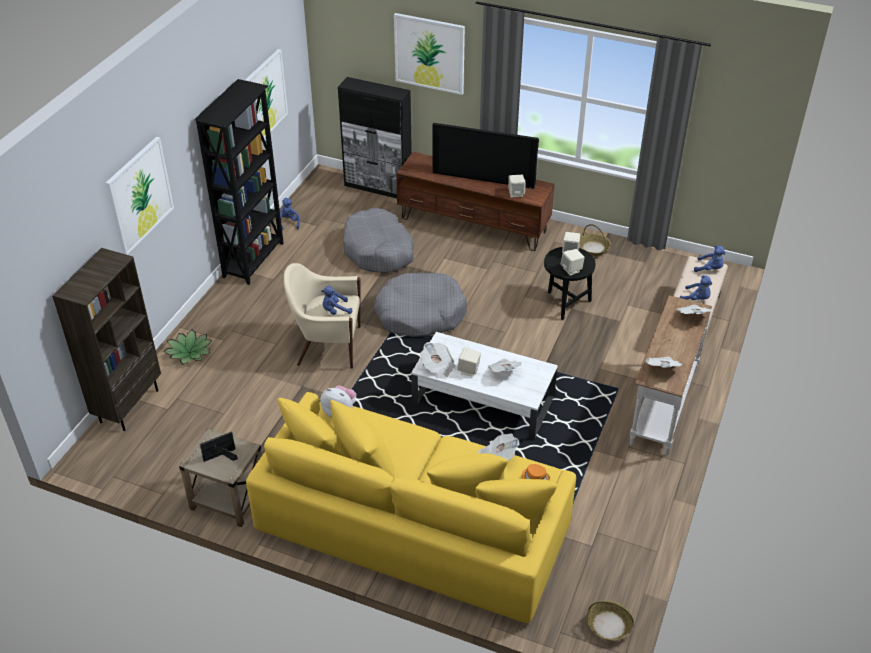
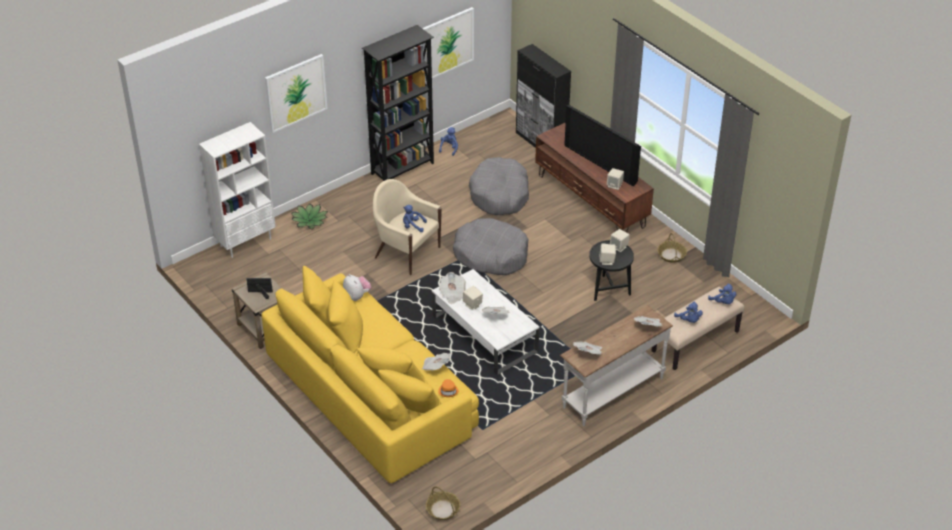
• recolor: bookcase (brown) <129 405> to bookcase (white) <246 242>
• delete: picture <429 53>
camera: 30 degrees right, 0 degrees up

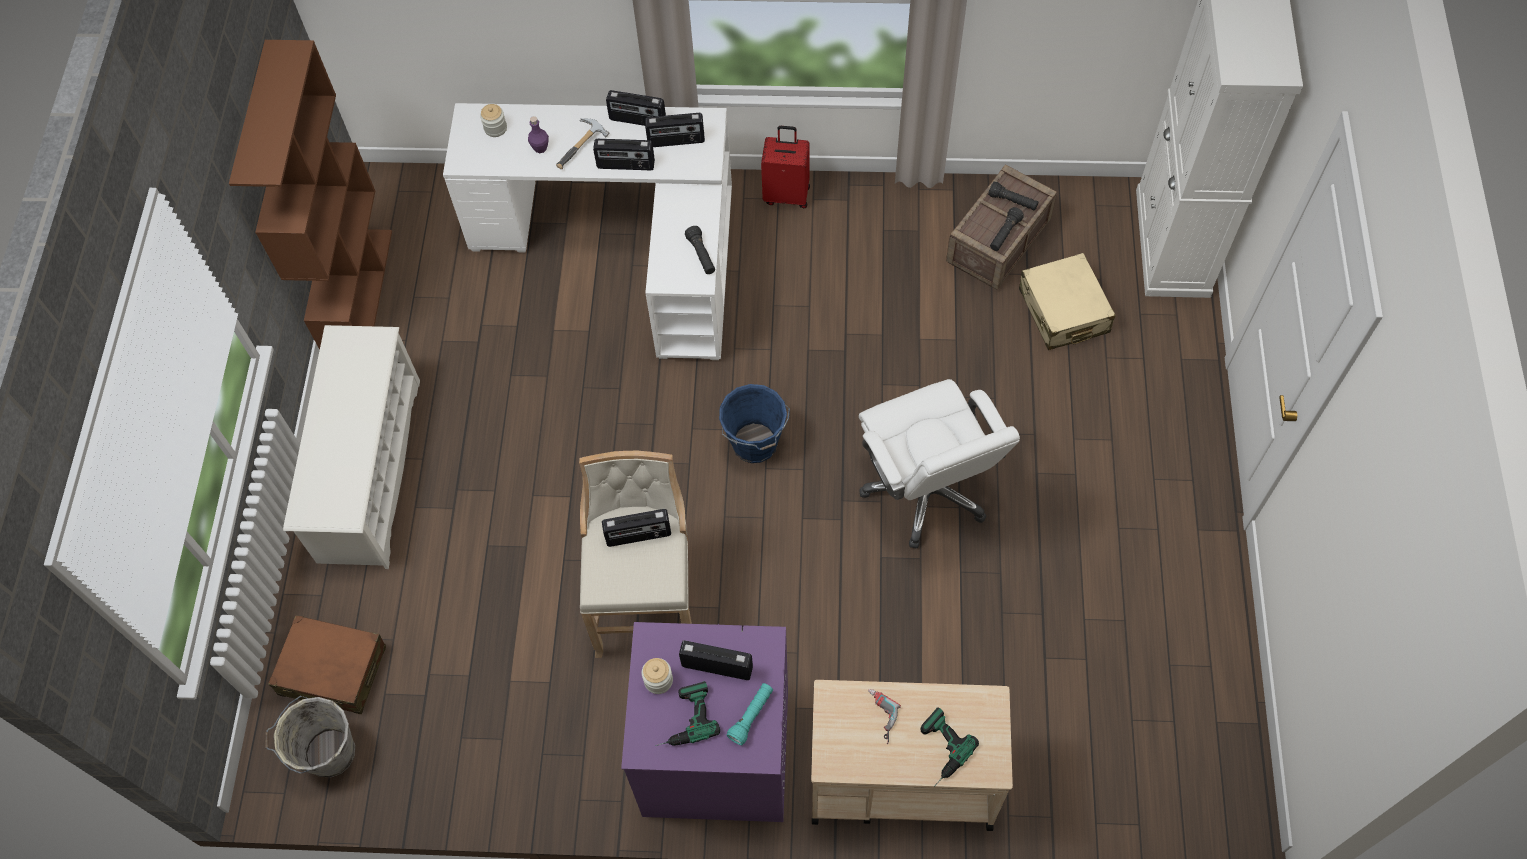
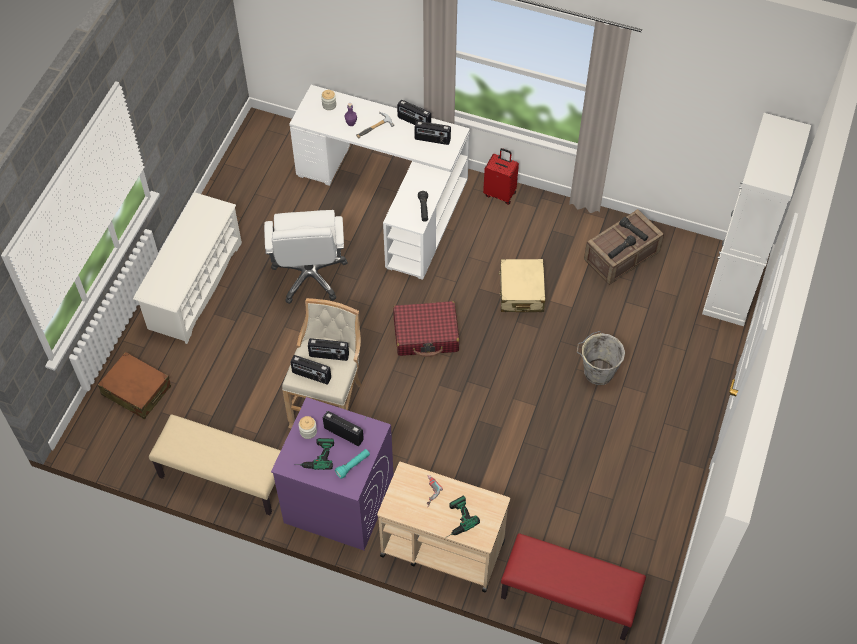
• delete: bookcase (brown) <358 293>
• move: bucket (grey) <328 753> to <597 372>
• move: radio <625 165> to <311 376>
• replace: bucket (blue) <755 445> to suitcase (red) <426 334>
• move: office chair (white) <926 490> to <310 275>
• move: suitcase (beige) <1063 311> to <521 292>
• insert: bench (beige) <223 477>
• insert: bench (red) <568 598>
camera: 15 degrees right, 5 degrees down

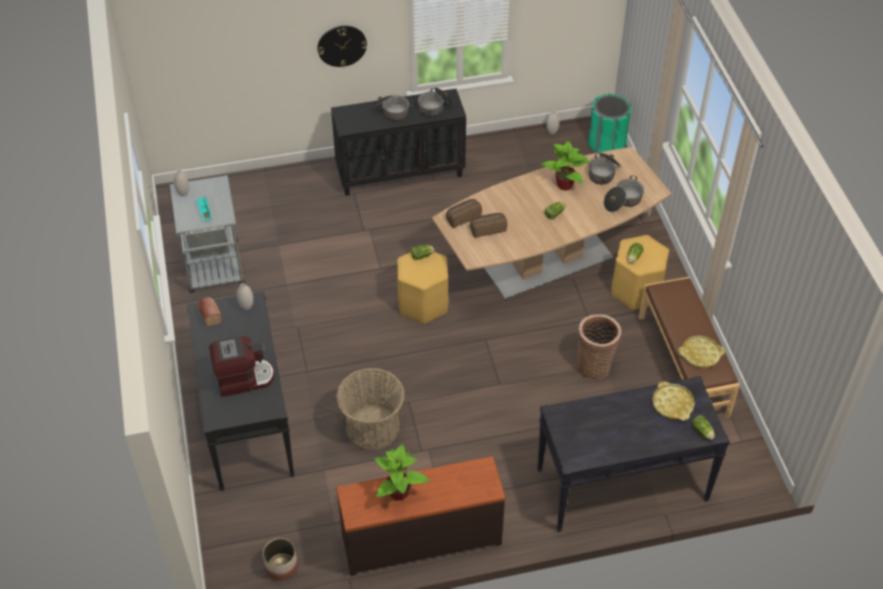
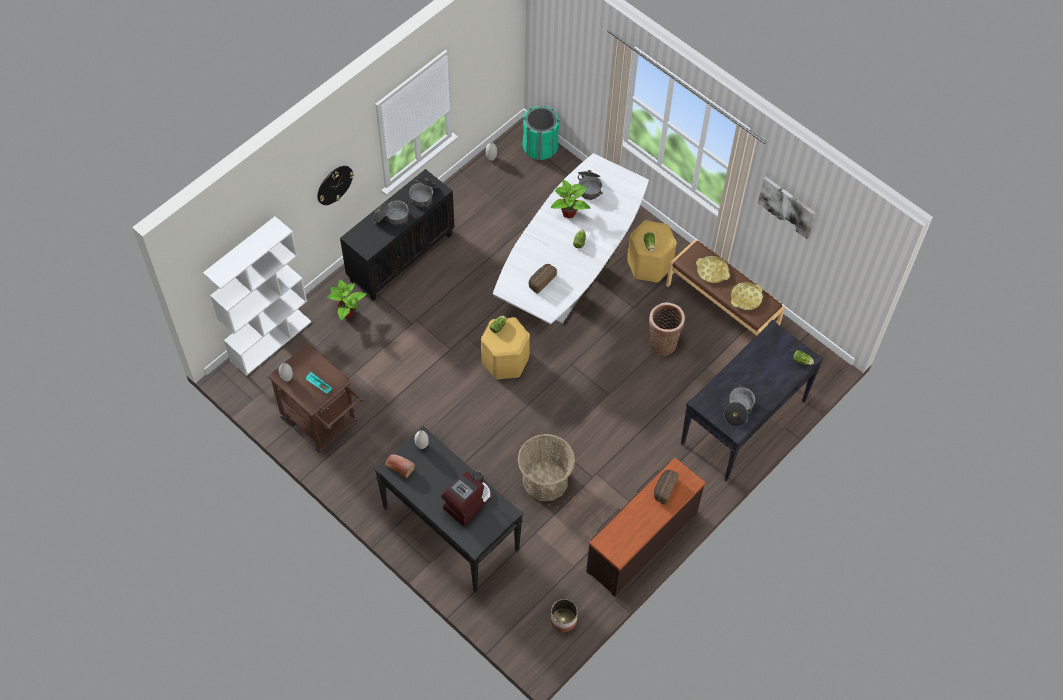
• recolor: cart (grey) <215 271> to cart (brown) <323 423>
• move: potted plant <399 493> to <347 313>
• recolor: dining table (brown) <547 262> to dining table (white) <569 275>
• move: bread <462 217> to <664 489>
• move: cooking pot <623 201> to <738 409>
• move: tray (yellow) <672 404> to <712 271>
• insert: bookcase (white) <271 340>
• insert: picture <787 206>
camera: 35 degrees left, 10 degrees up

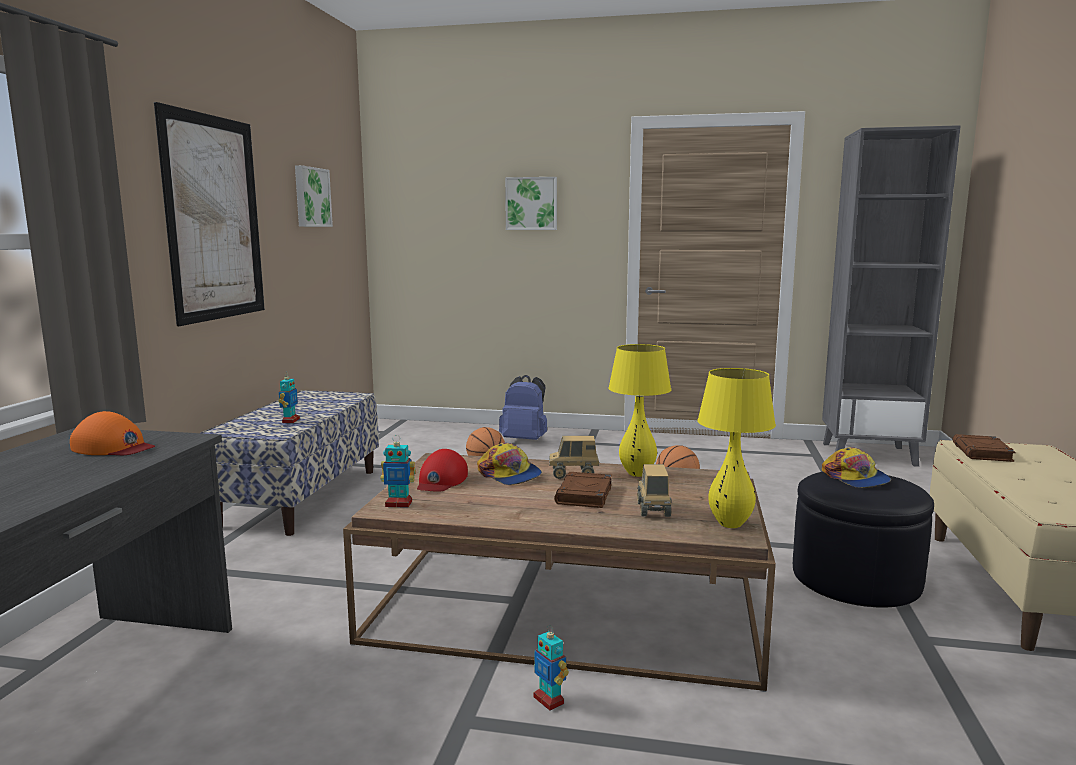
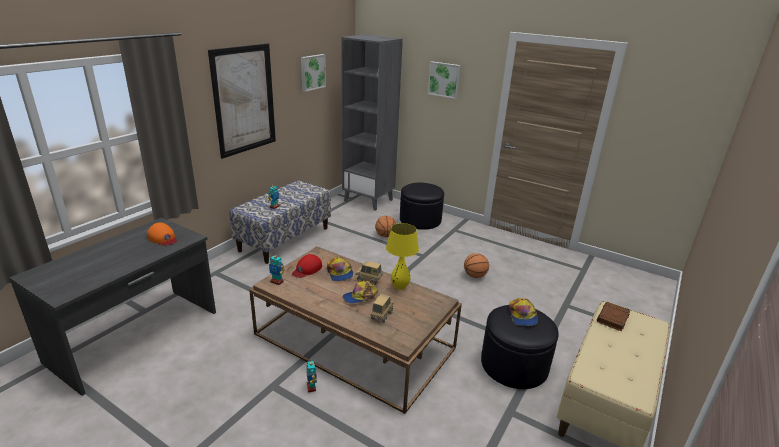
• replace: backpack (blue) <525 440> to ottoman (black) <420 220>
• replace: book (brown) <584 495> to cap <360 297>
• delete: table lamp (yellow) <730 524>
• move: bookcase (grey) <869 454> to <369 200>
camera: 20 degrees right, 15 degrees up

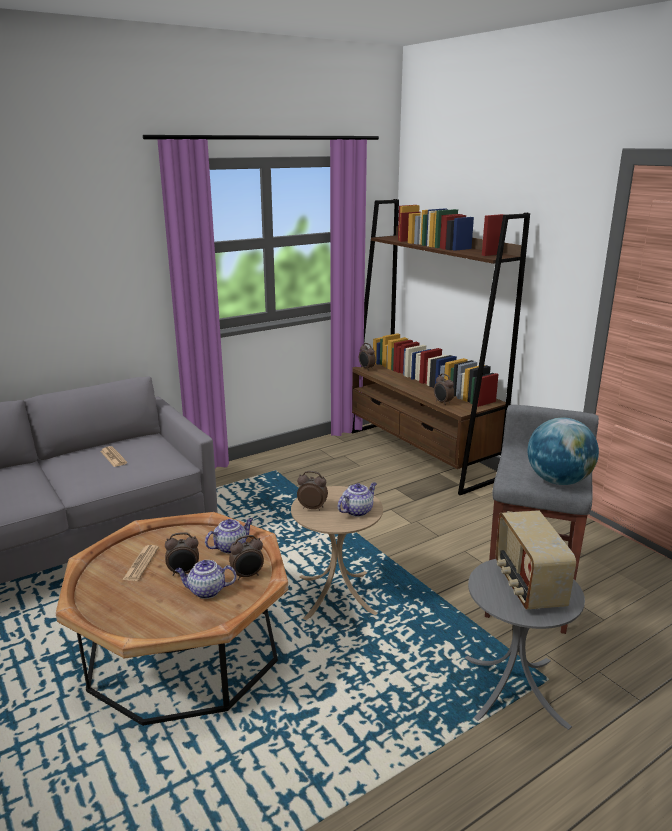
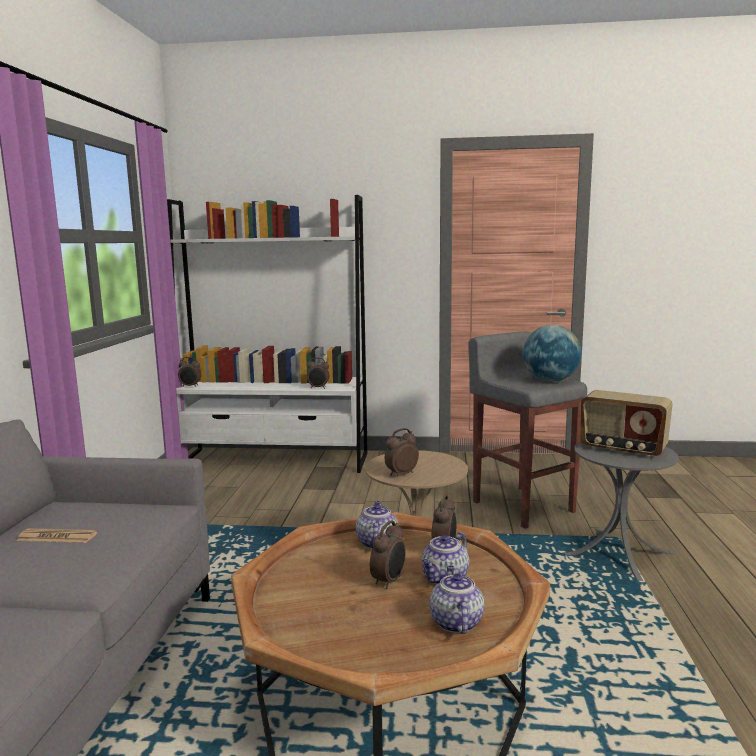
• delete: newspaper <141 563>
• move: teapot <357 511> to <455 622>
• recolor: bookcase (brown) <421 454> to bookcase (white) <275 460>
camera: 50 degrees left, 10 degrees down

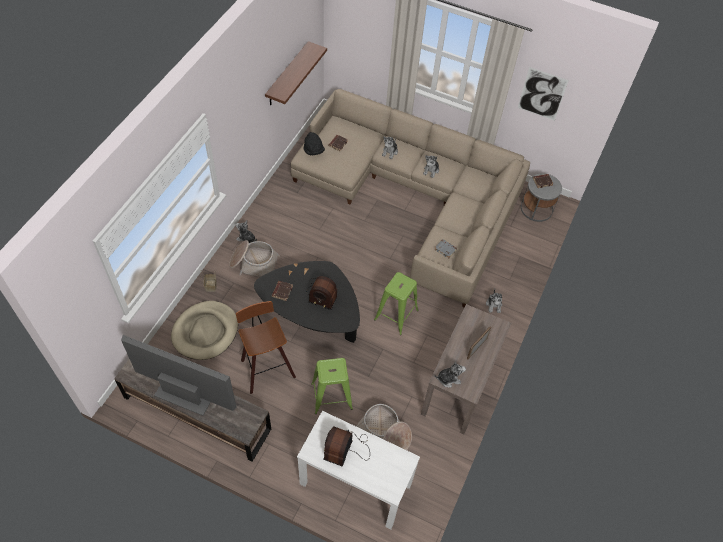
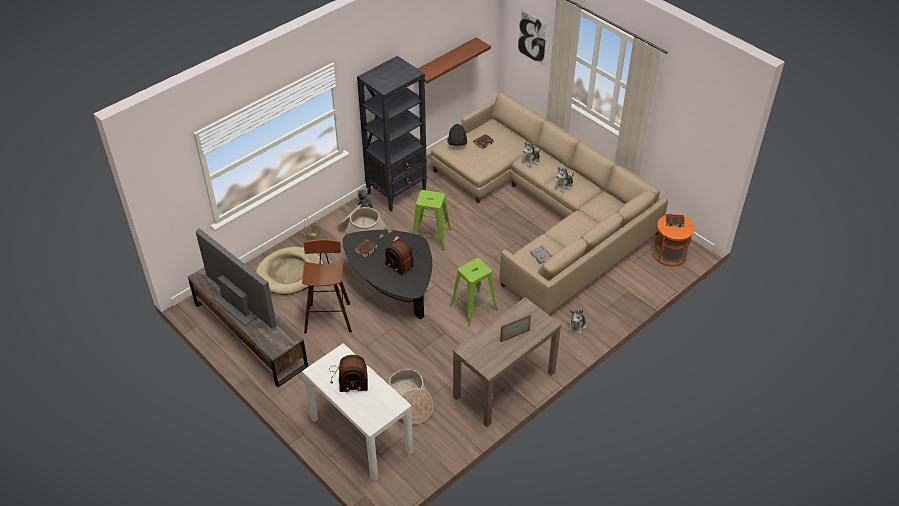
• move: stool (green) <331 396> to <430 236>
• rotate: radio <346 448> = <348 378> 135 degrees counterclockwise
• delete: plush toy <448 378>
• move: picture <542 94> to <532 37>
• recolor: side table (grey) <536 209> to side table (orange) <670 253>
• insert: bookcase (black) <397 191>
camera: 25 degrees right, 10 degrees down

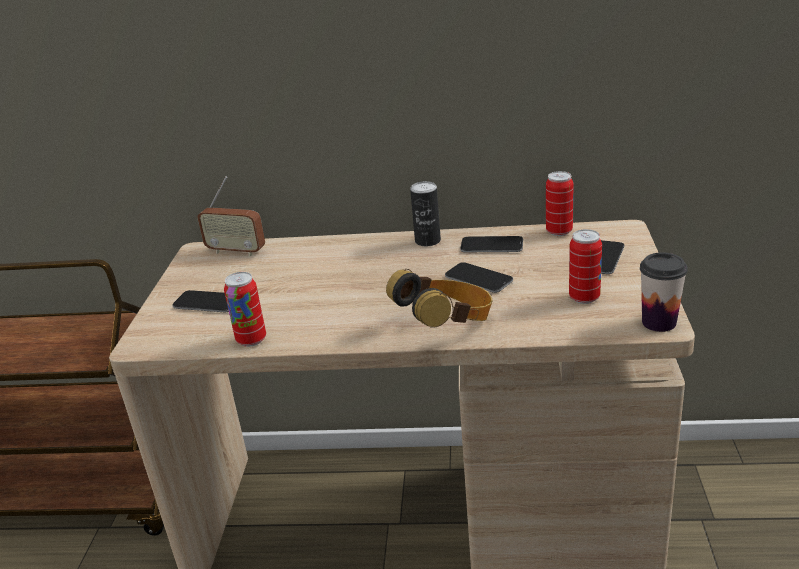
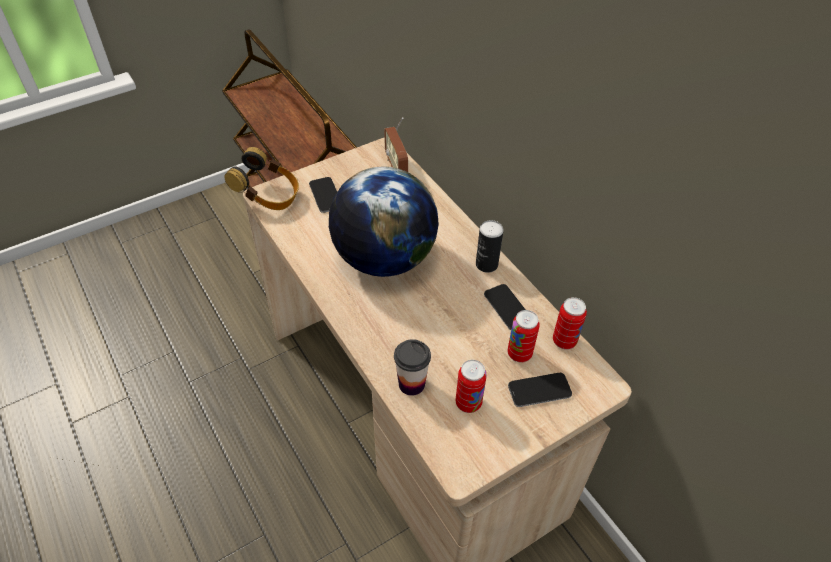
• move: can <251 340> to <519 354>
• move: headphones <446 324> to <268 196>
• delete: phone <478 279>
• move: cup <659 322> to <411 384>
• insert: globe <384 259>
camera: 50 degrees right, 20 degrees up

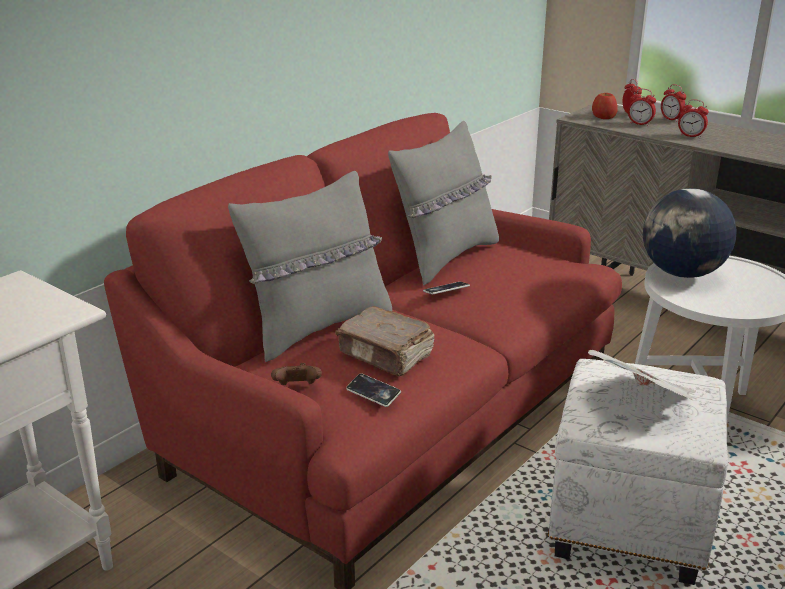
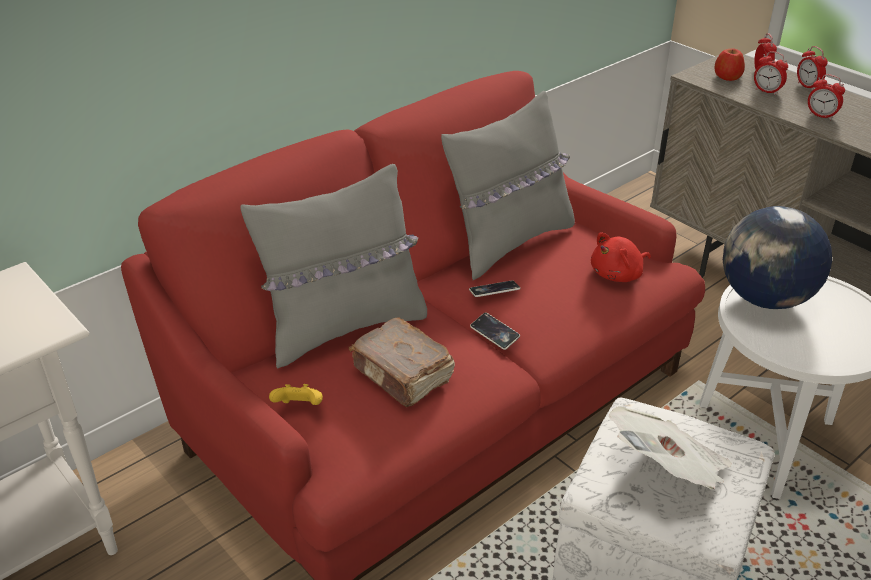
• recolor: game controller (brown) <297 388> to game controller (yellow) <299 408>
• move: phone <373 393> to <494 333>
• insert: plush toy (red) <618 274>
camera: 10 degrees right, 10 degrees up

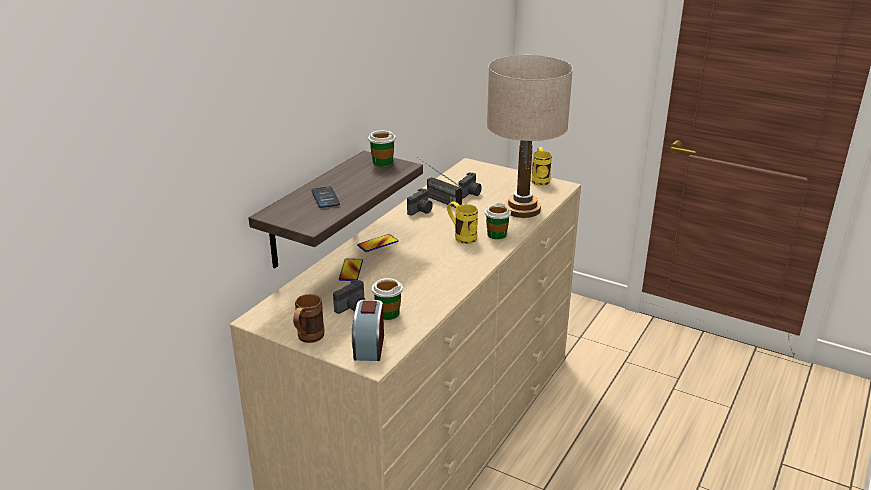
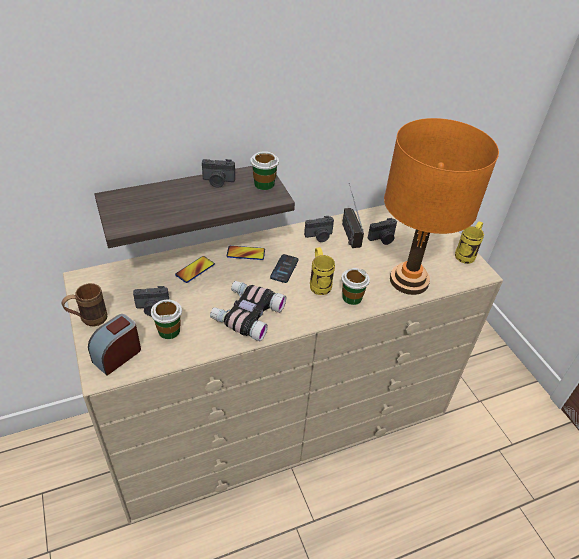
• move: phone <325 198> to <284 269>
• recolor: table lamp (beige) <521 209> to table lamp (orange) <408 280>
• insert: photo camera <218 181>
• insert: binoculars <247 314>
camera: 35 degrees right, 15 degrees up

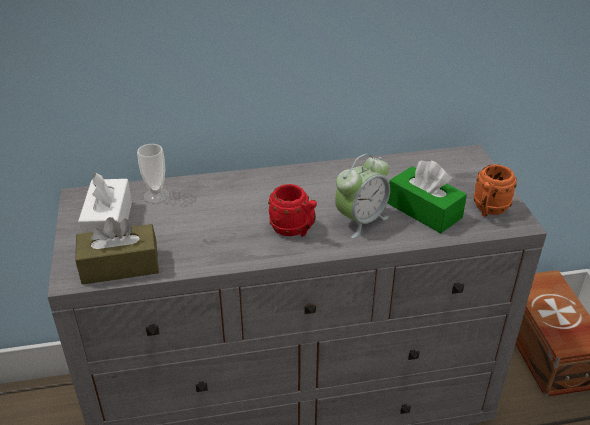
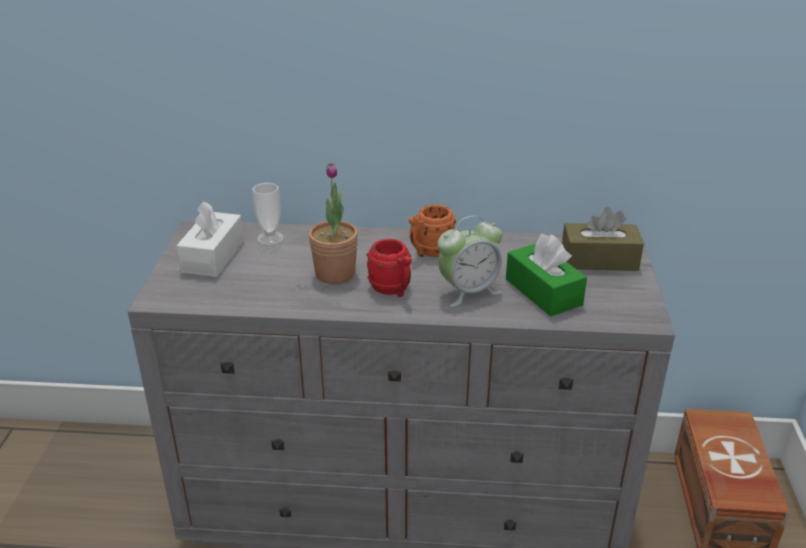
• move: tissue box (brown) <120 266> to <599 260>
• move: mug (orange) <488 210> to <429 252>
• insert: potted plant <335 273>
camera: 15 degrees right, 5 degrees down

